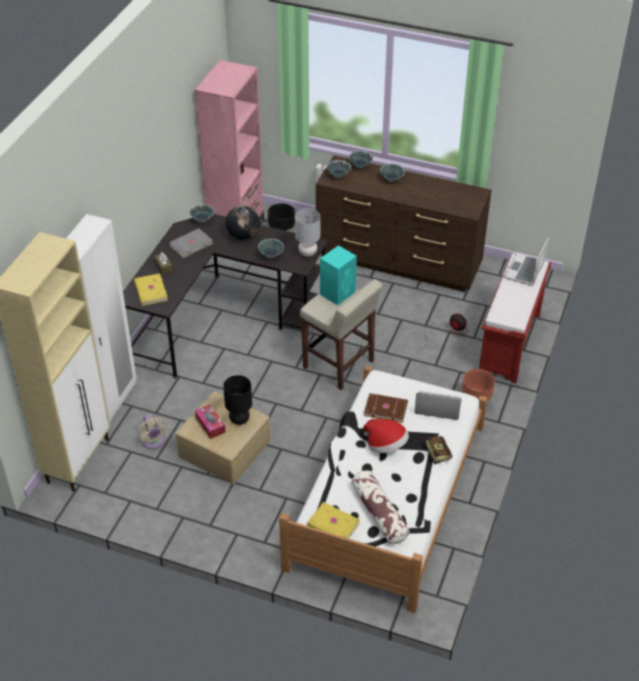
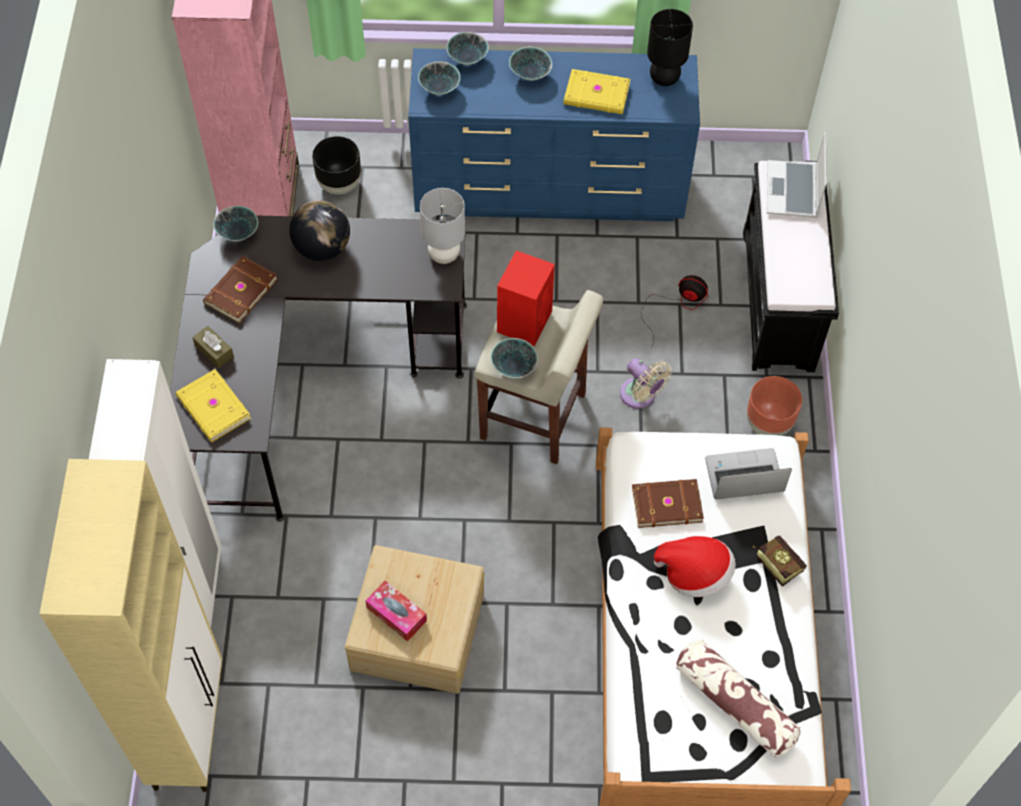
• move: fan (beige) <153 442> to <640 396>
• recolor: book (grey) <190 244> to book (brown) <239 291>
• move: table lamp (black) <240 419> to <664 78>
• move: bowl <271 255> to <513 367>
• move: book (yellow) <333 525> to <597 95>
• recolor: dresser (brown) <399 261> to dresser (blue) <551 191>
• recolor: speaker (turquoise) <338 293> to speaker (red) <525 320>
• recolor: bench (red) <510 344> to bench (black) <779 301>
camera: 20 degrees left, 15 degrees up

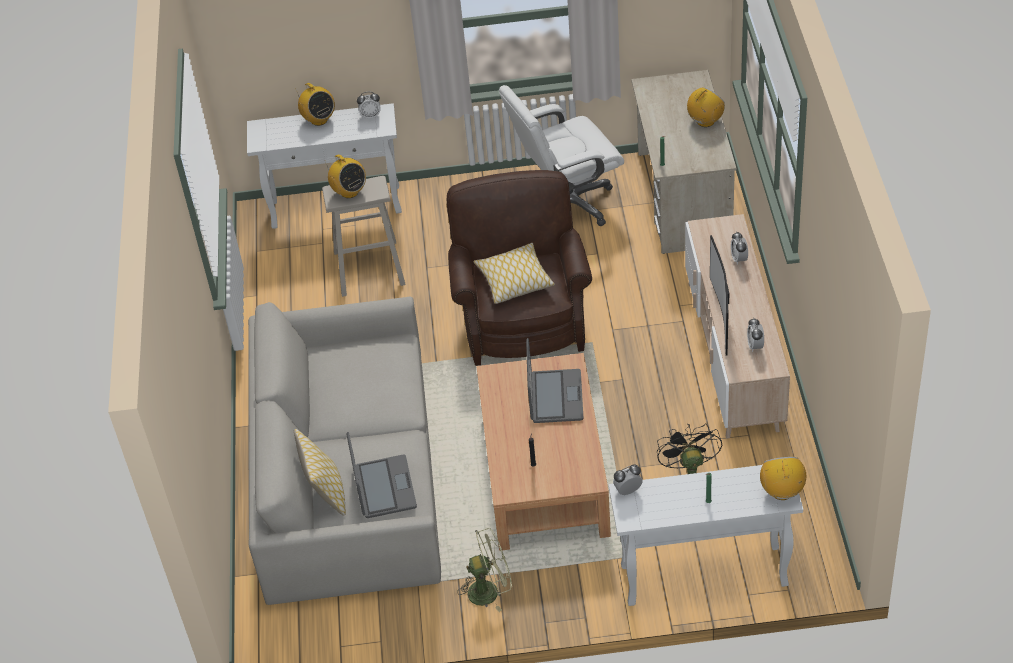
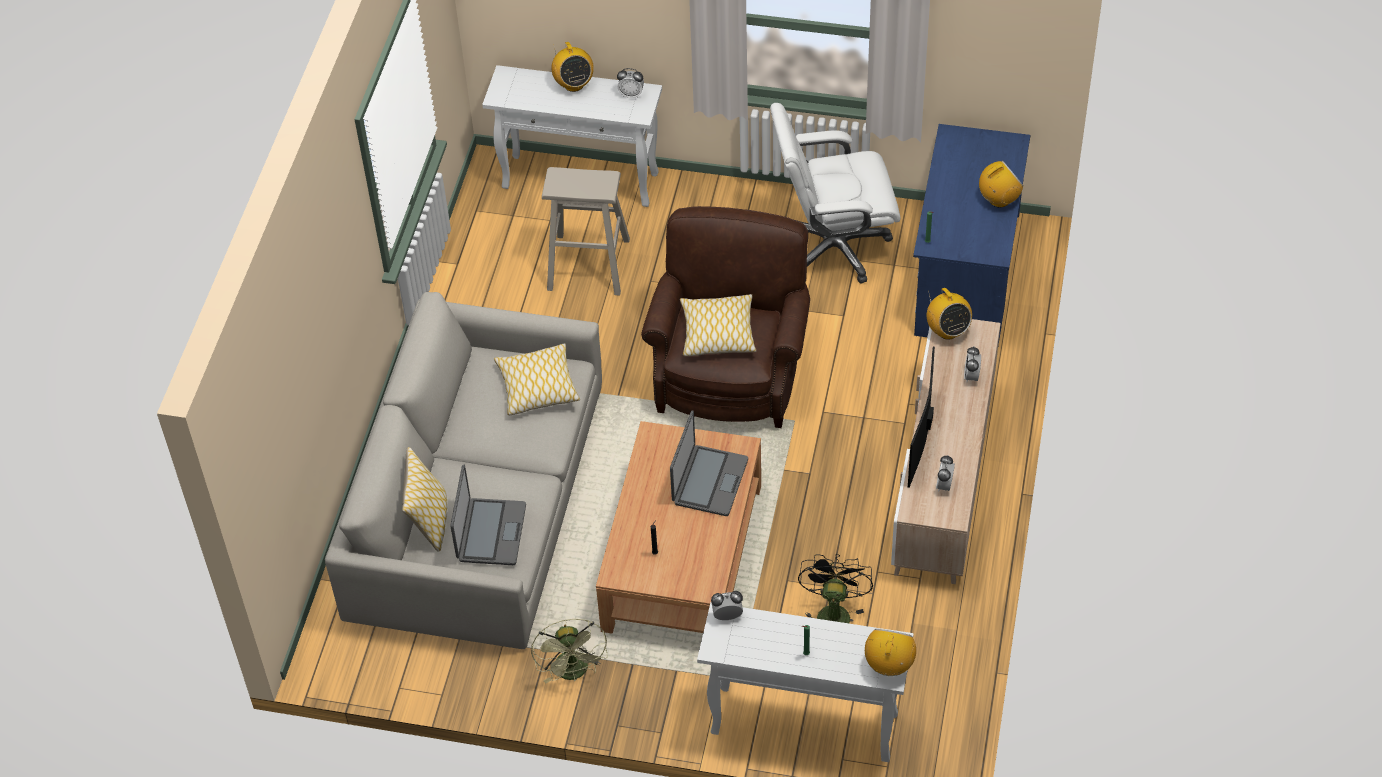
• move: radio <349 192> to <947 331>
• rotate: fan (green) <489 590> = <574 672> 75 degrees clockwise
• recolor: desk (beige) <683 199> to desk (blue) <967 275>
• insert: pillow <537 387>
camera: 15 degrees right, 5 degrees up

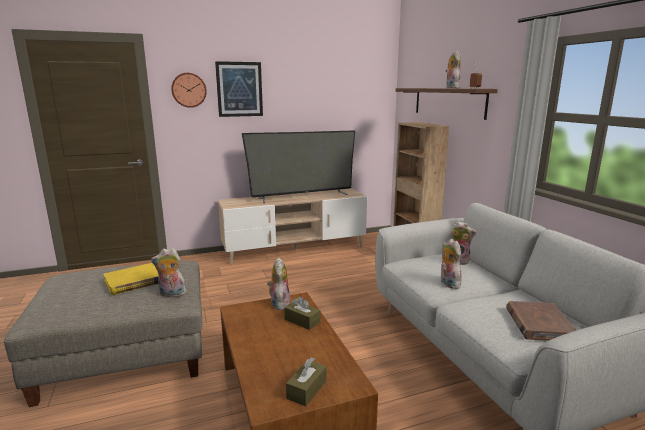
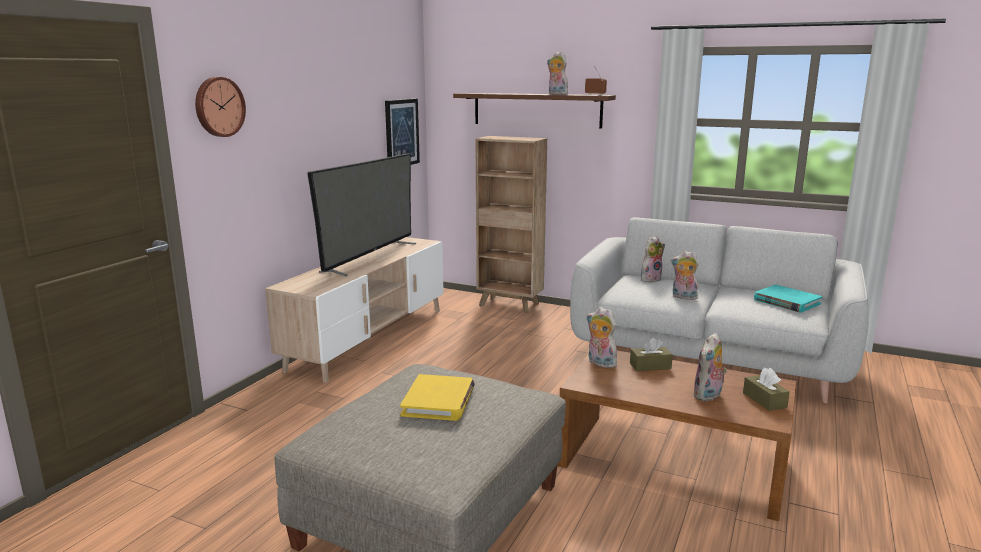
• move: plush toy <171 294> to <708 396>
• move: picture <239 89> to <401 133>
• recolor: book (brown) <539 324> to book (turquoise) <786 302>
camera: 45 degrees left, 0 degrees up

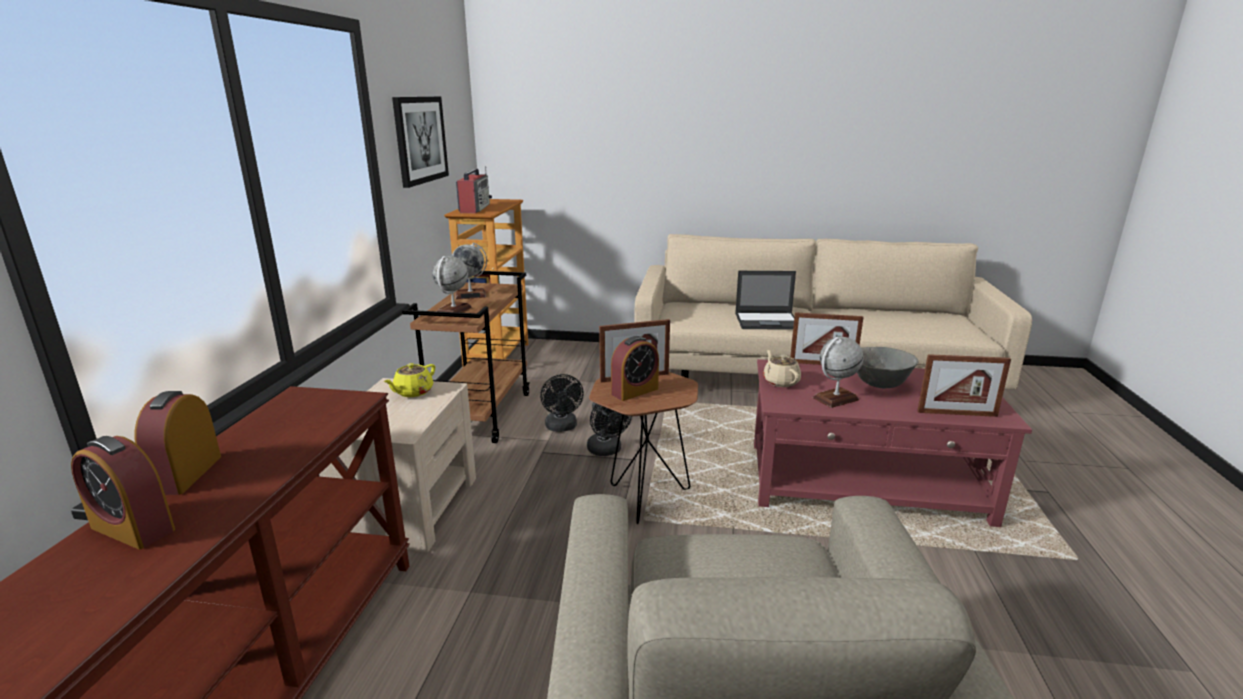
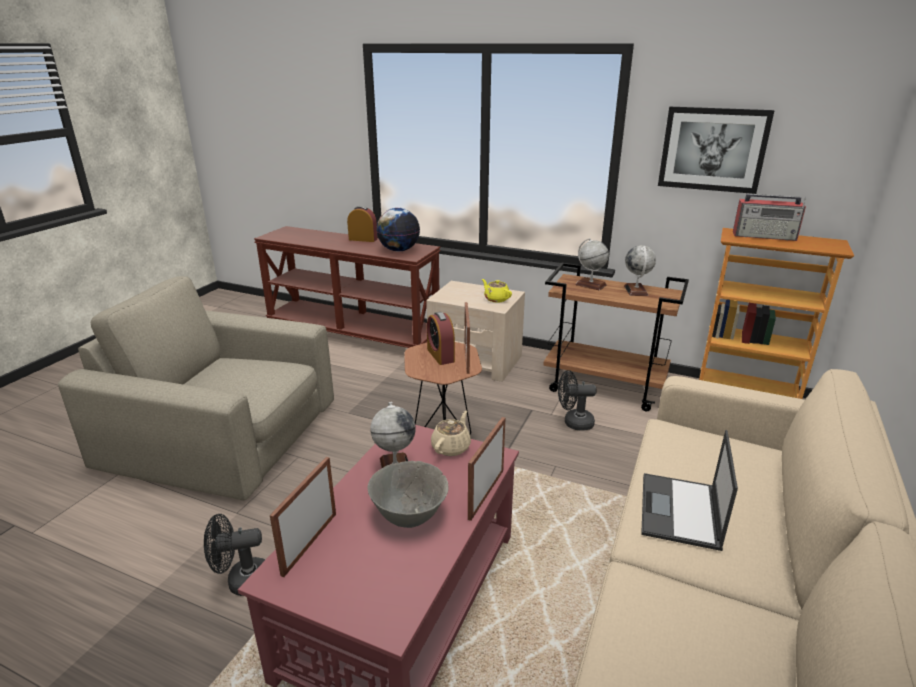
• delete: alarm clock <133 528>
• move: fan (black) <607 451> to <242 581>
• rotate: teapot (beige) <780 381> = <451 447> 60 degrees counterclockwise
• insert: globe <399 250>
camera: 105 degrees right, 5 degrees up

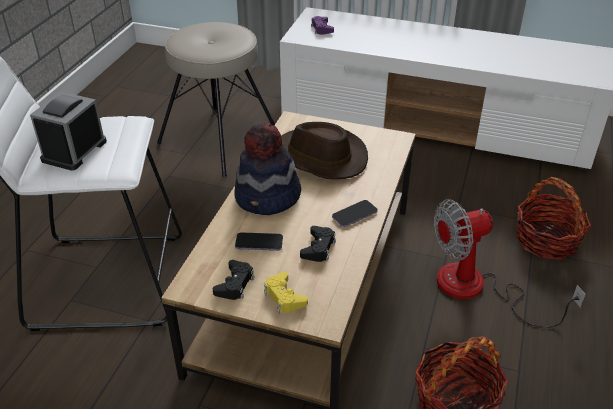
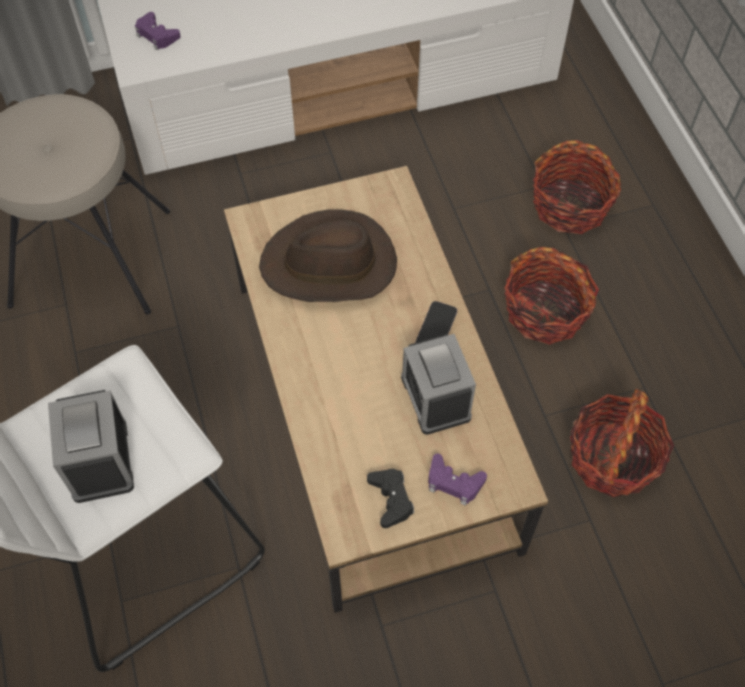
• delete: hat <268 198>
• delete: phone <259 243>
• recolor: game controller (yellow) <284 297> to game controller (purple) <454 482>
• replace: game controller (black) <318 248> to alarm clock <435 397>
• replace: fan <477 289> to basket <545 311>
camera: 35 degrees left, 20 degrees up

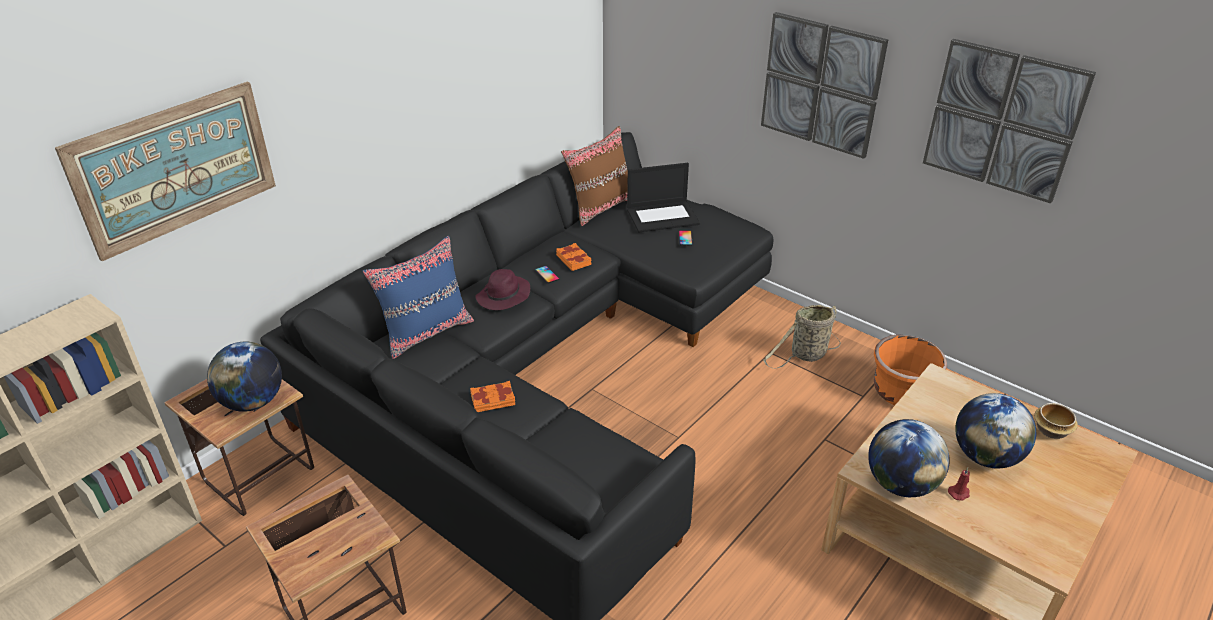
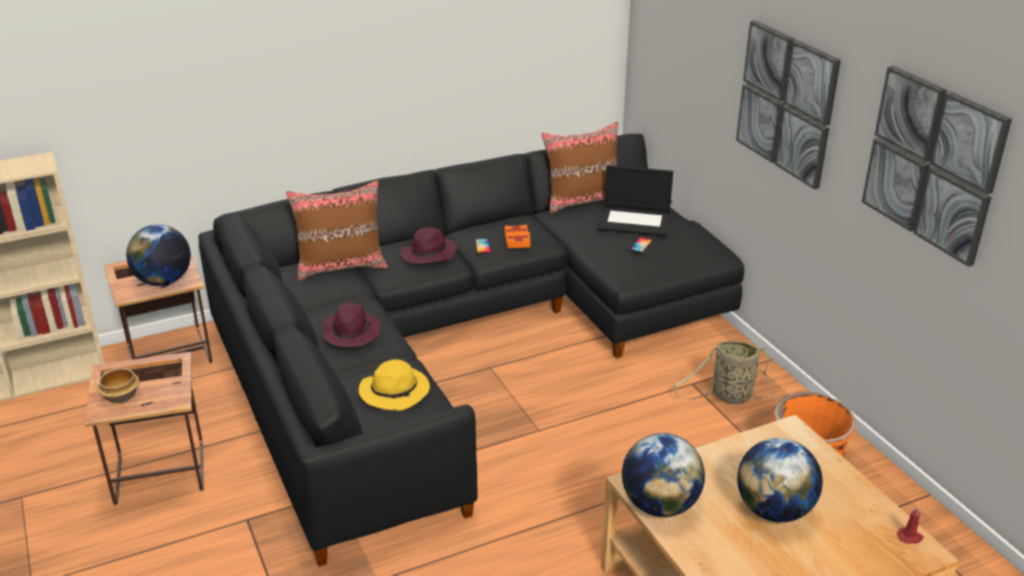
• delete: picture <175 168>
• recolor: pillow (blue) <426 332> to pillow (brown) <341 267>
• replace: book (orange) <493 400> to hat (purple) <350 332>
• move: candle (red) <959 493> to <910 537>
• move: bowl <1052 431> to <122 396>
• insert: hat (yellow) <395 392>
camera: 25 degrees right, 5 degrees down

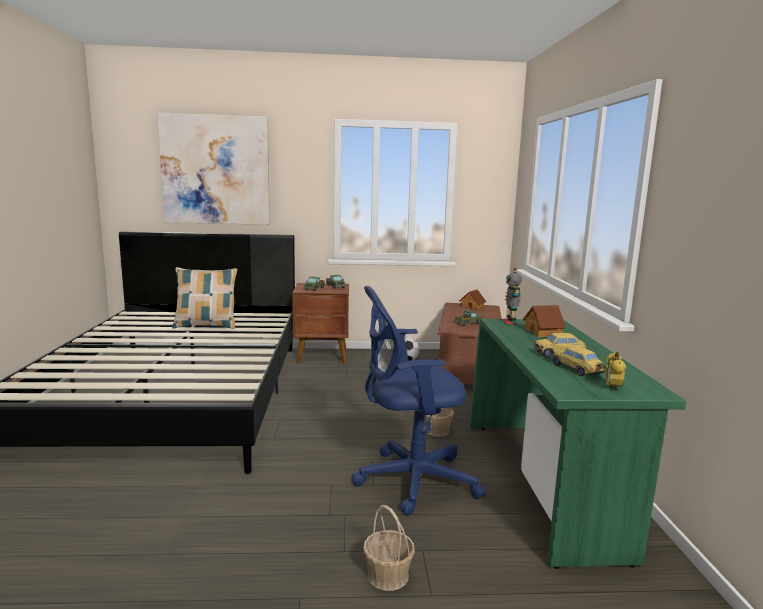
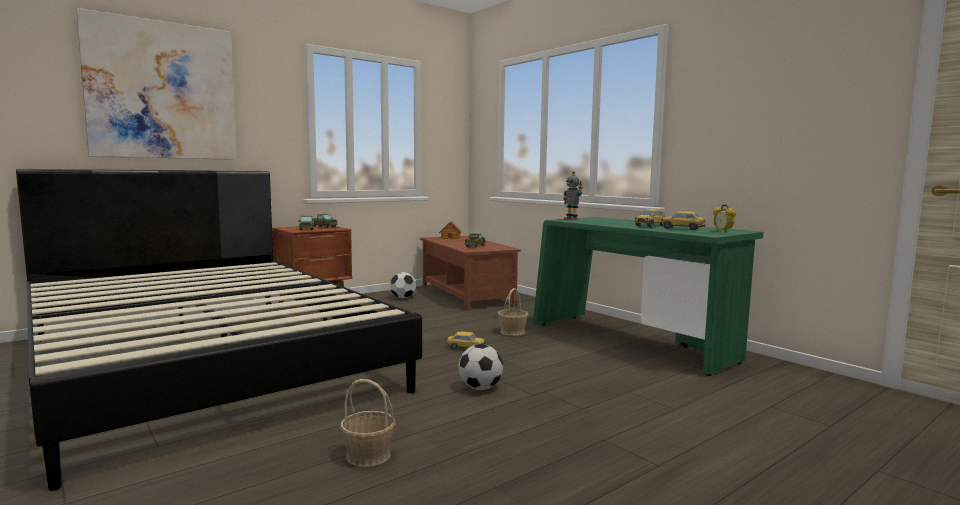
• delete: pillow <206 326>
• delete: office chair (blue) <410 480>
• move: basket <388 575> to <368 455>
• delete: toy house <543 332>
• insert: toy car <465 348>
• insert: football <480 388>
camera: 35 degrees left, 5 degrees down

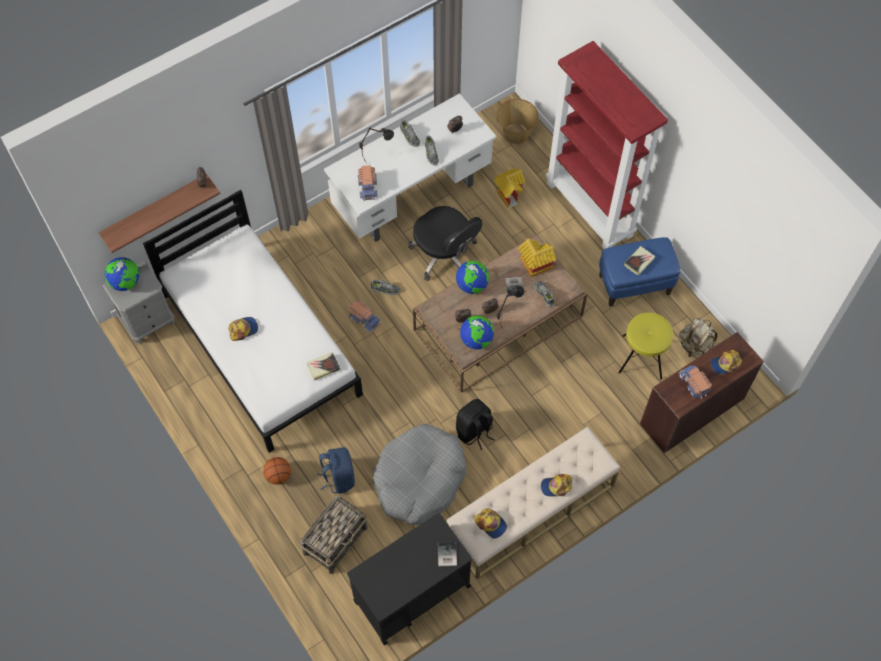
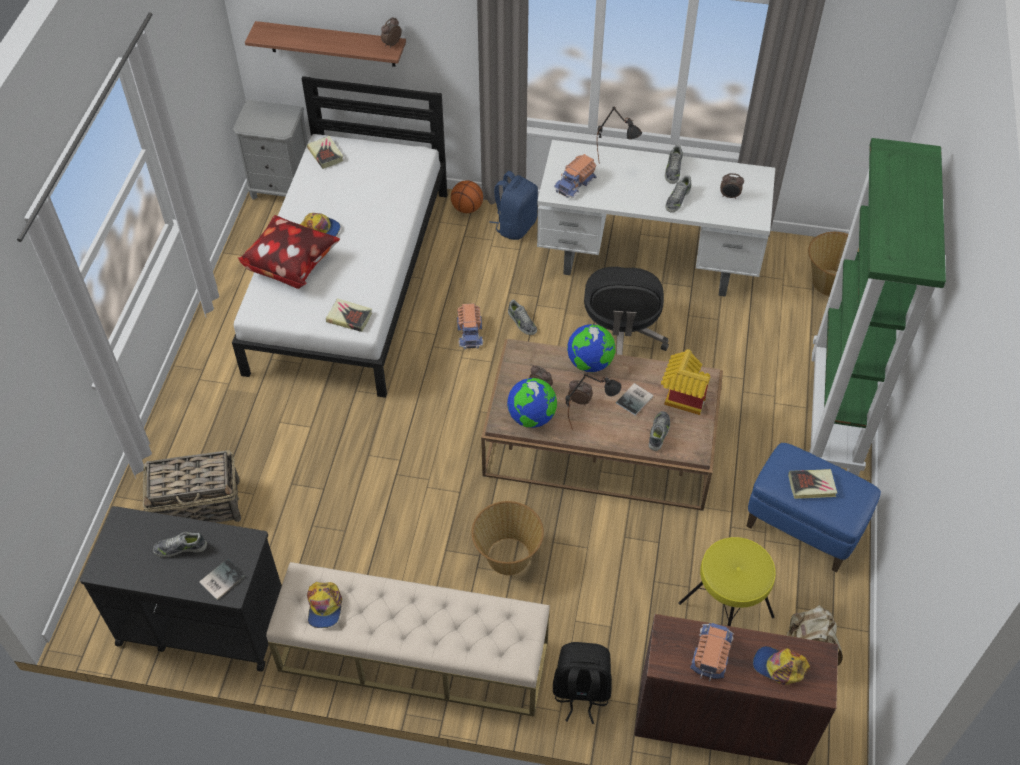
• delete: globe <125 282>
• move: basketball <278 475> to <467 208>
• move: backpack (blue) <338 477> to <515 225>
• delete: dog bed (grey) <419 479>
• move: backpack (black) <474 431> to <581 692>
• delete: toy house <508 194>
• delete: cap <556 486>
• recolor: bookcase (red) <590 209> to bookcase (green) <835 414>
• insert: shoe <180 548>
• insert: pillow <291 265>
• insert: book <325 154>
• insert: basket <507 557>
camera: 45 degrees right, 10 degrees down

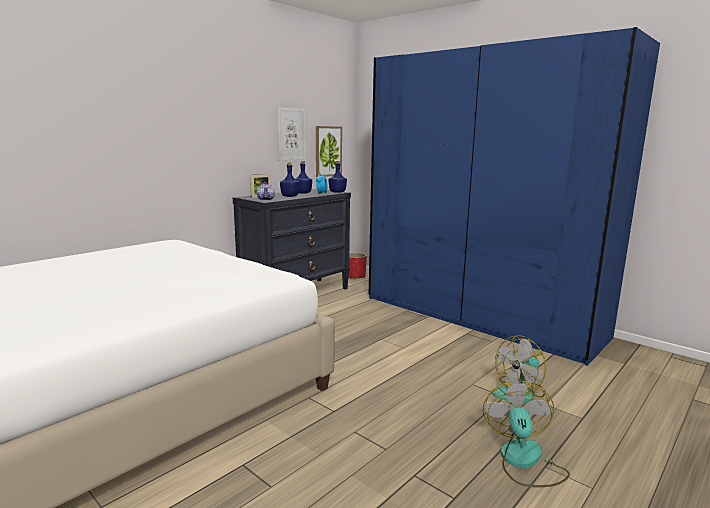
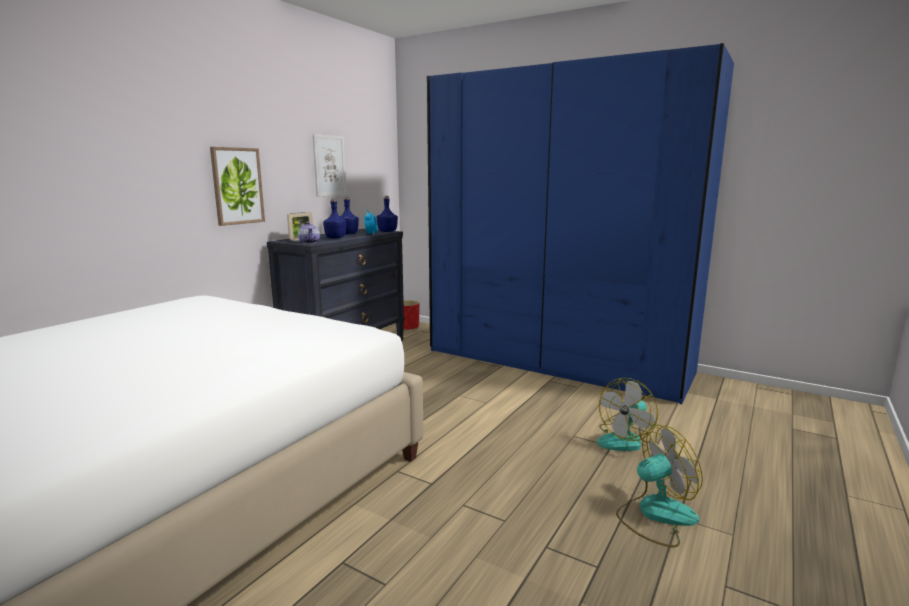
• move: picture <328 151> to <237 186>
• rotate: fan <524 462> = <656 515> 75 degrees clockwise
camera: 10 degrees left, 0 degrees up

